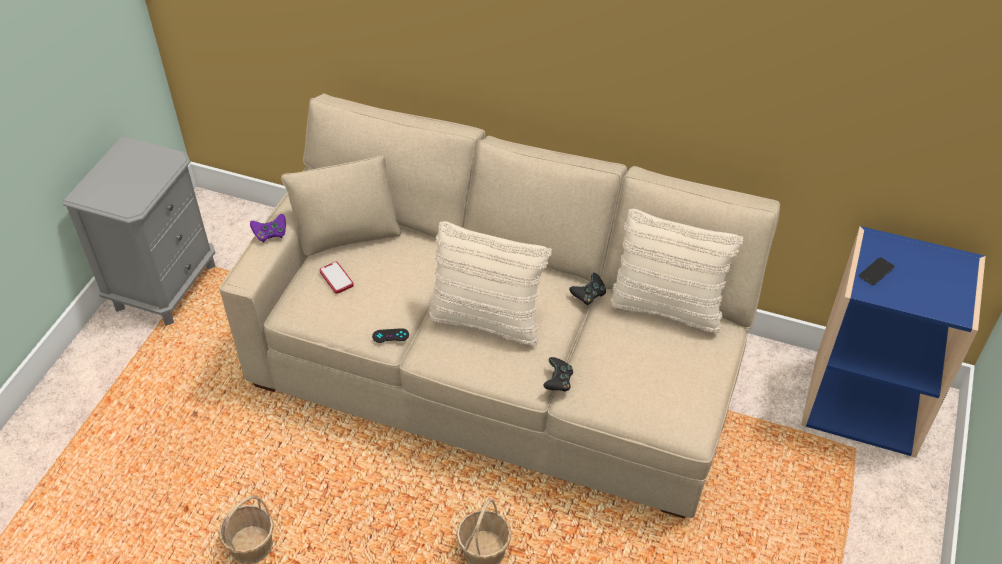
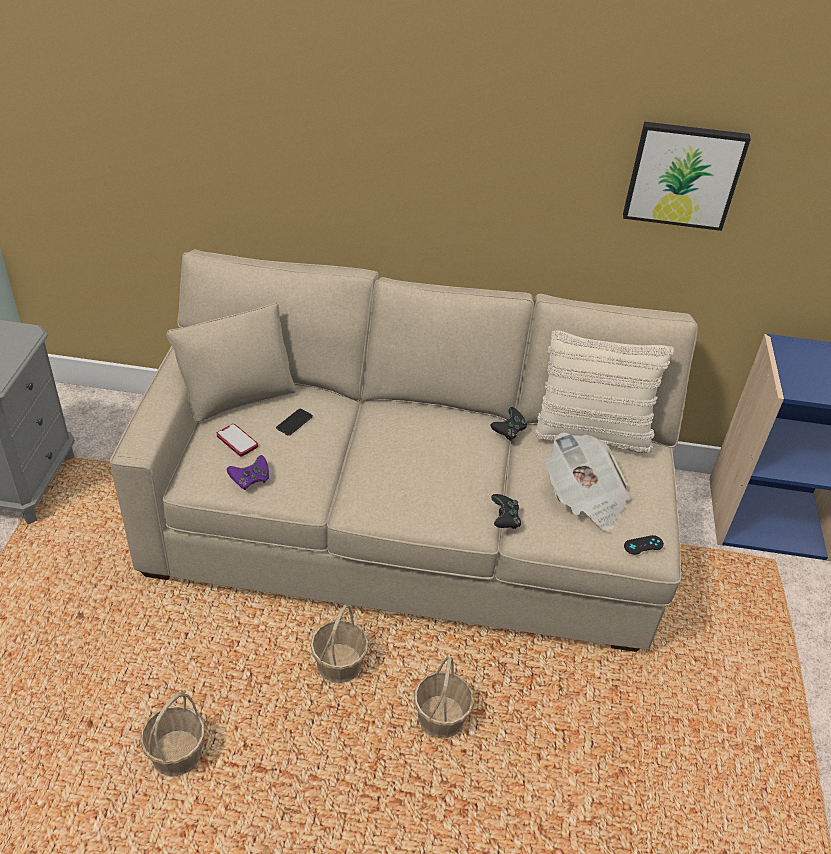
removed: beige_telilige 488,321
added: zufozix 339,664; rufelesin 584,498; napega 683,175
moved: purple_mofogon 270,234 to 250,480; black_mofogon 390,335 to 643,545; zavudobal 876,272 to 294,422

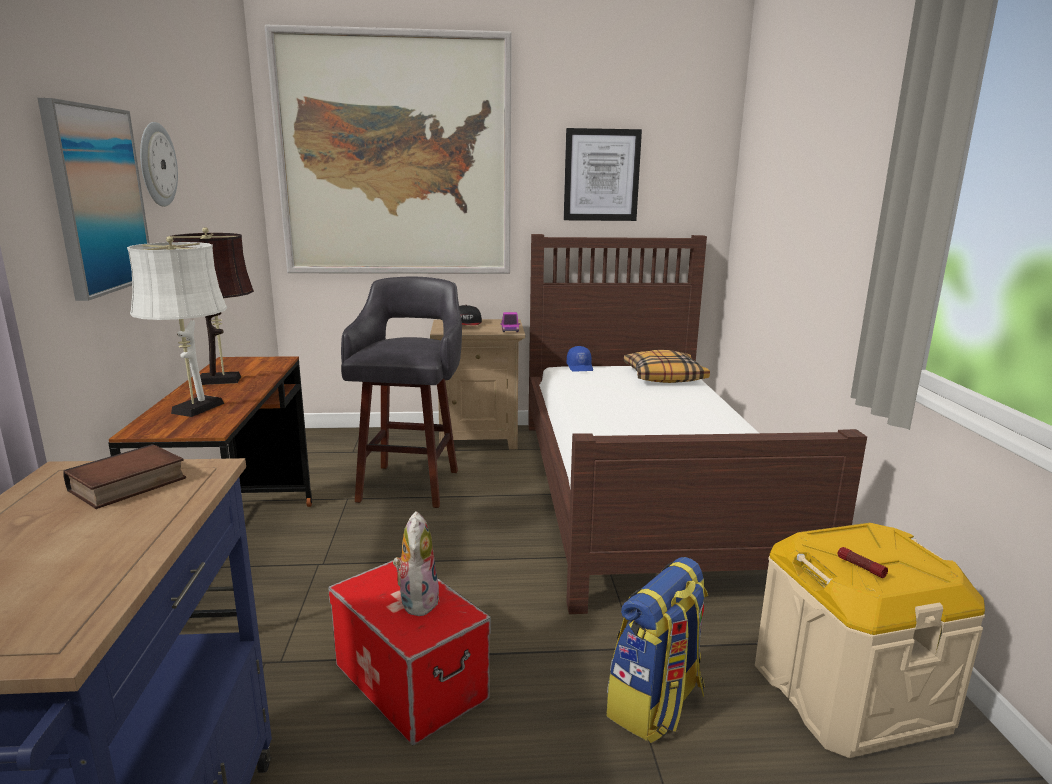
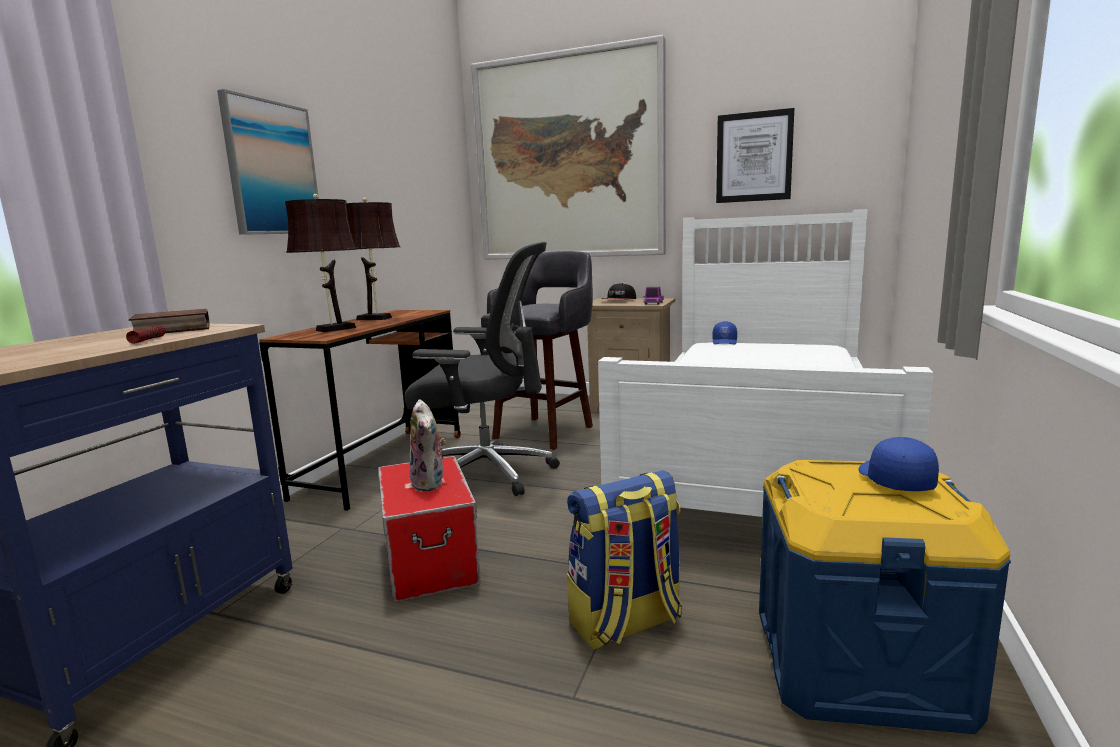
removed: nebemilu 156,164; telilige 664,376
added: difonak 485,474; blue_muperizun 893,480
moved: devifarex 860,567 to 148,340
recoloured: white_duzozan 194,410 to brown_duzozan 332,329; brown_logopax 643,492 to white_logopax 757,458; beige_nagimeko 849,694 to blue_nagimeko 858,663
turned: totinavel 417,600 = 430,483 135 degrees clockwise

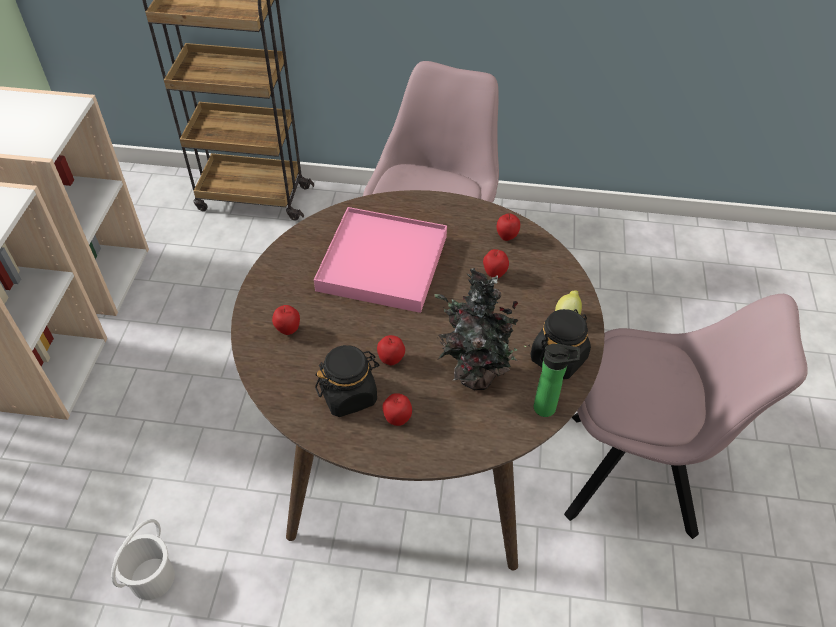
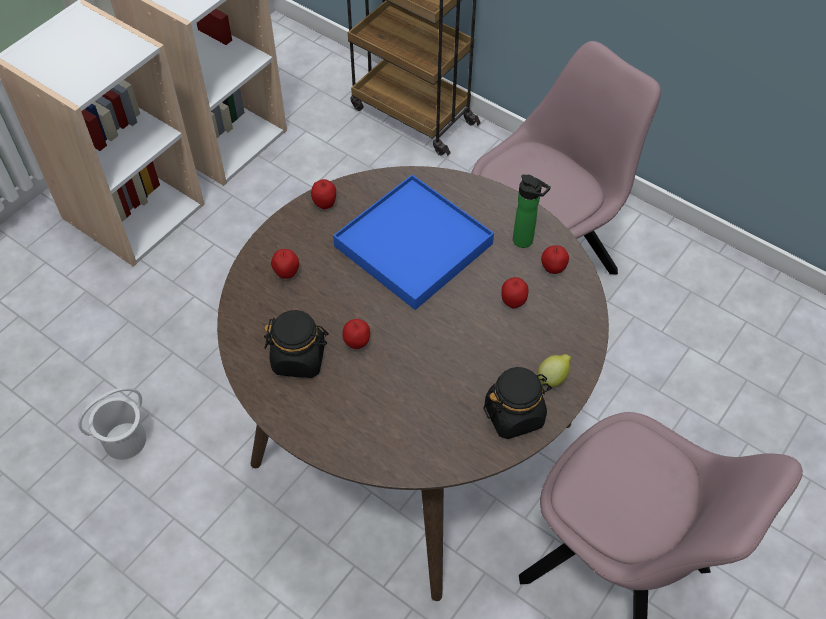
removed: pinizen 472,376
moved: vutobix 397,419 to 325,204; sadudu 548,408 to 525,242
recoloured: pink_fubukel 382,263 to blue_fubukel 413,245

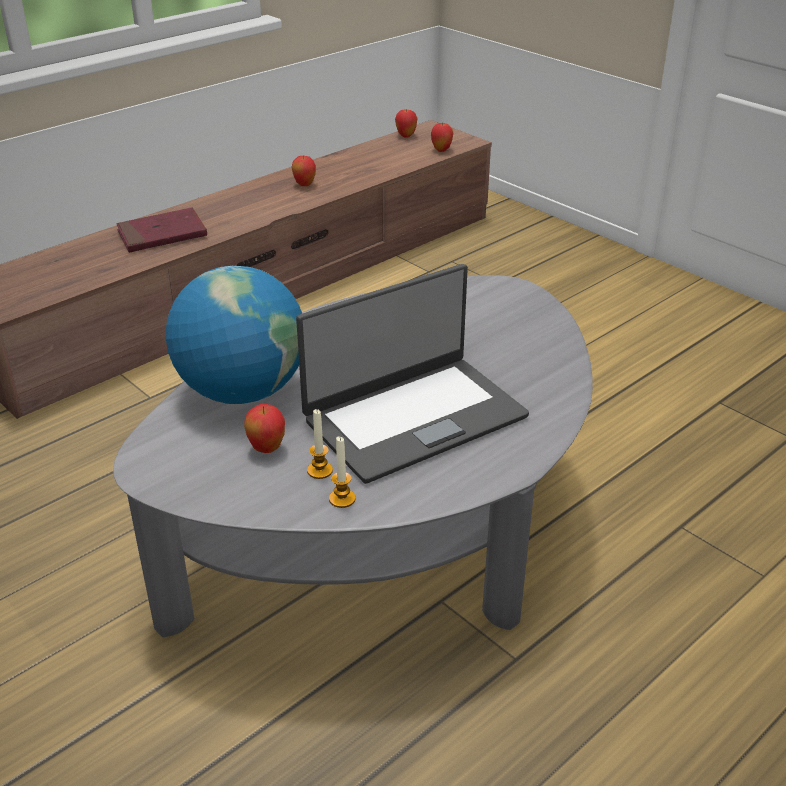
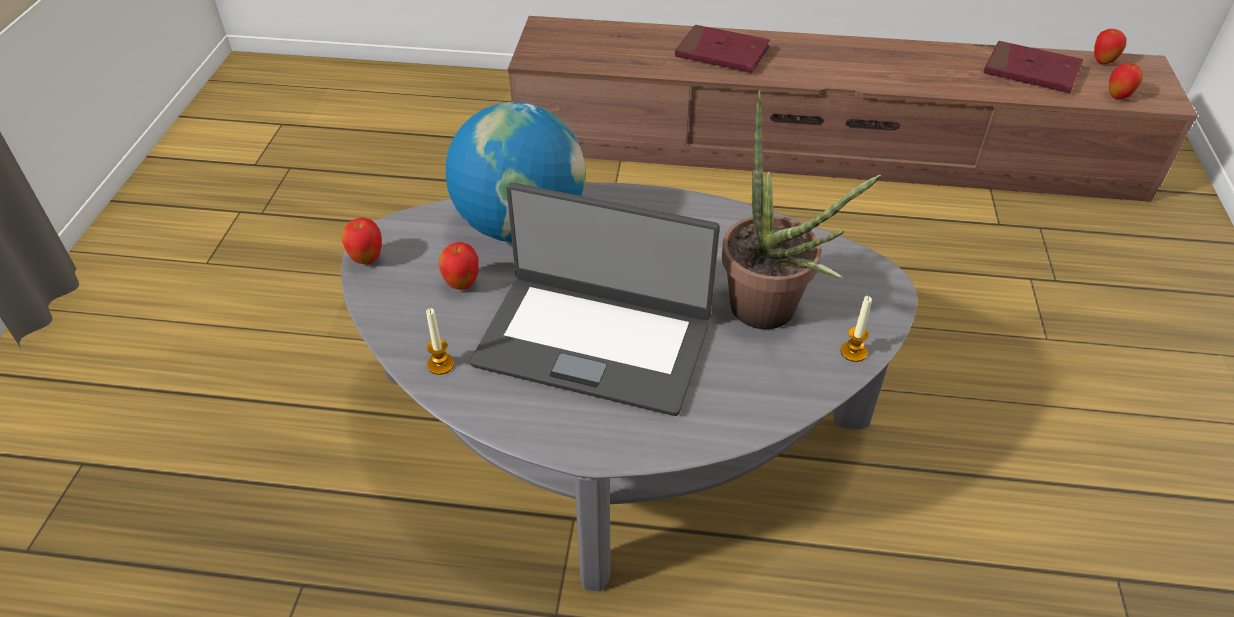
added: pinizen 770,317; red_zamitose 1031,71
moved: vutobix 304,185 to 367,259; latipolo 320,470 to 853,352

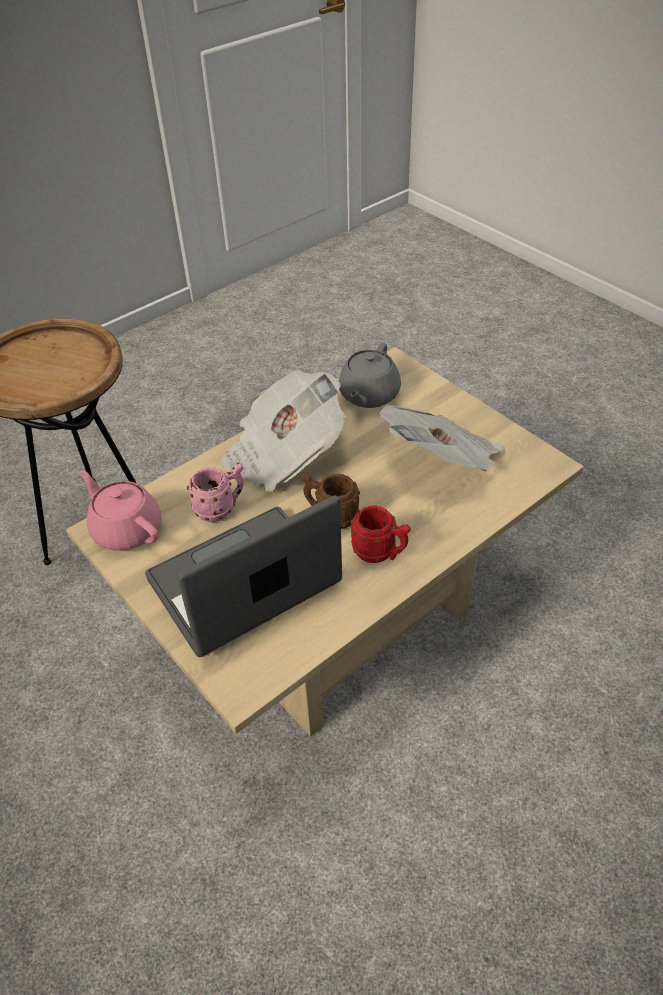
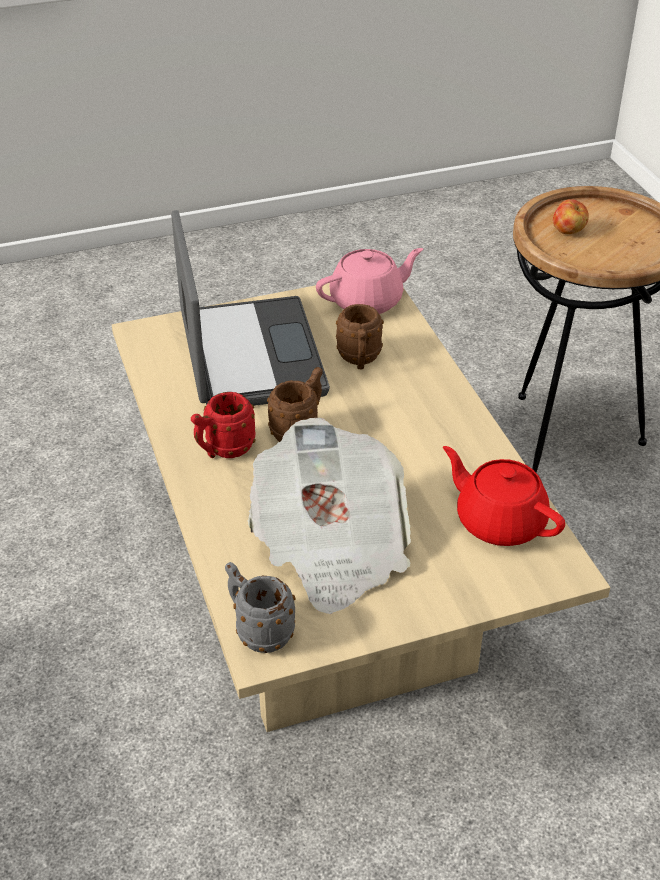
removed: rufelesin 283,454
added: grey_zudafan 258,630; vutobix 568,232
recoloured: pink_zudafan 221,509 to brown_zudafan 359,360; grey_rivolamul 368,395 to red_rivolamul 499,521

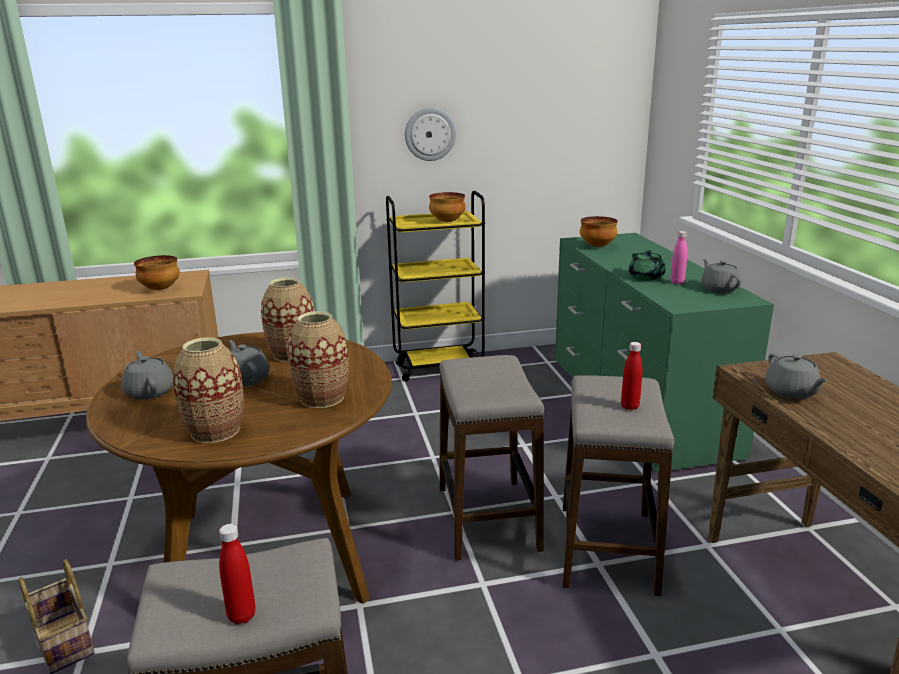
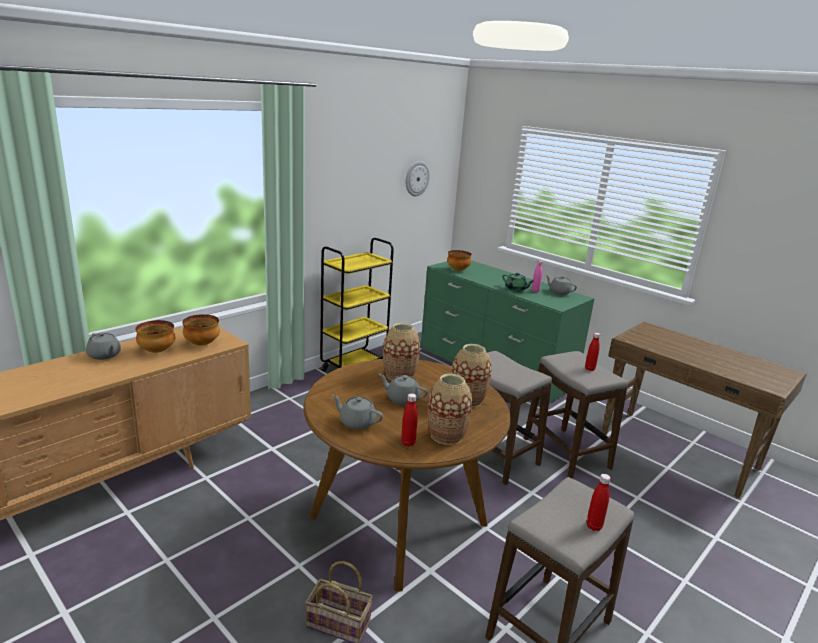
added: red_sadudu 408,443
moved: nebemilu 430,134 to 416,178; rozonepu 447,221 to 156,351; grey_rivolamul 791,392 to 104,355

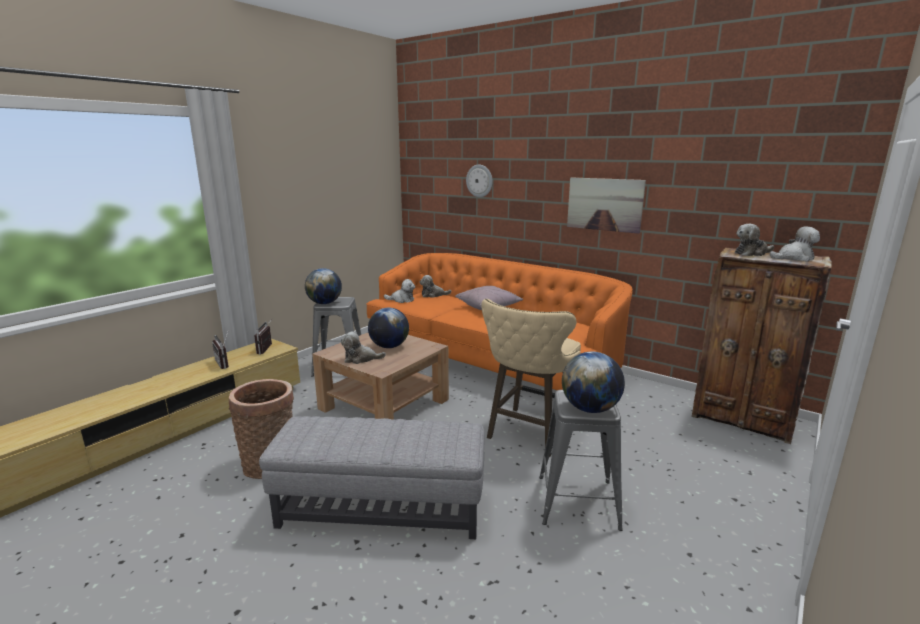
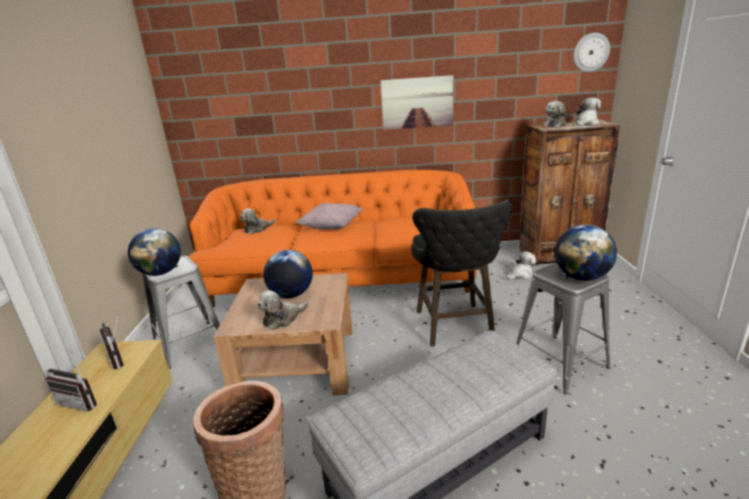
moved: totinavel 401,300 to 521,275; nebemilu 479,181 to 591,52
recoloured: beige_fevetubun 528,433 to black_fevetubun 455,327

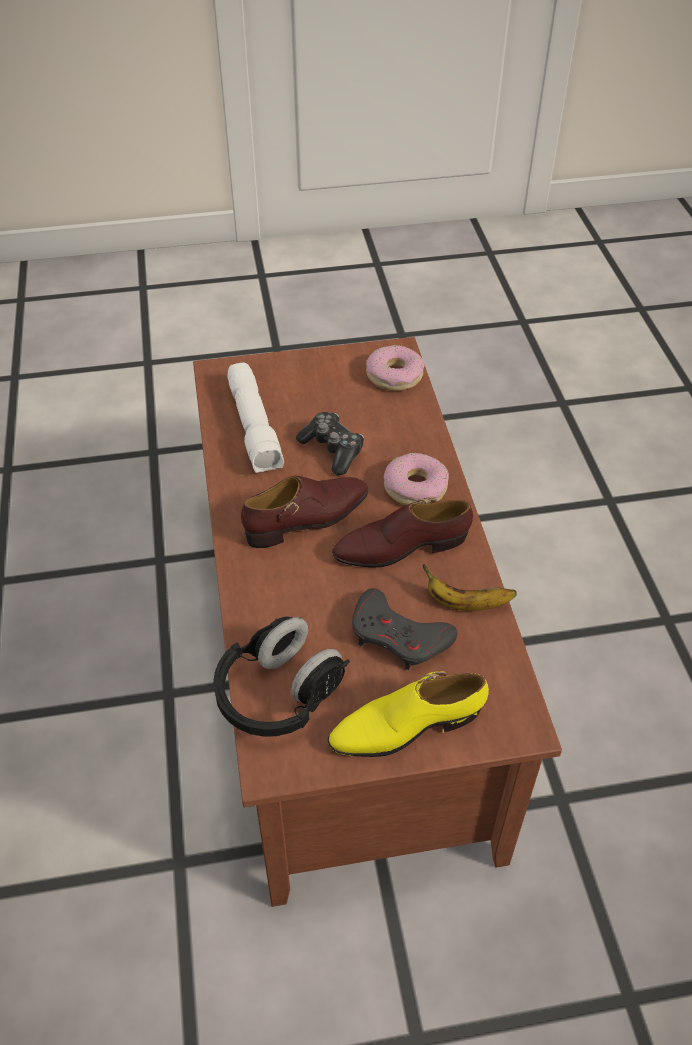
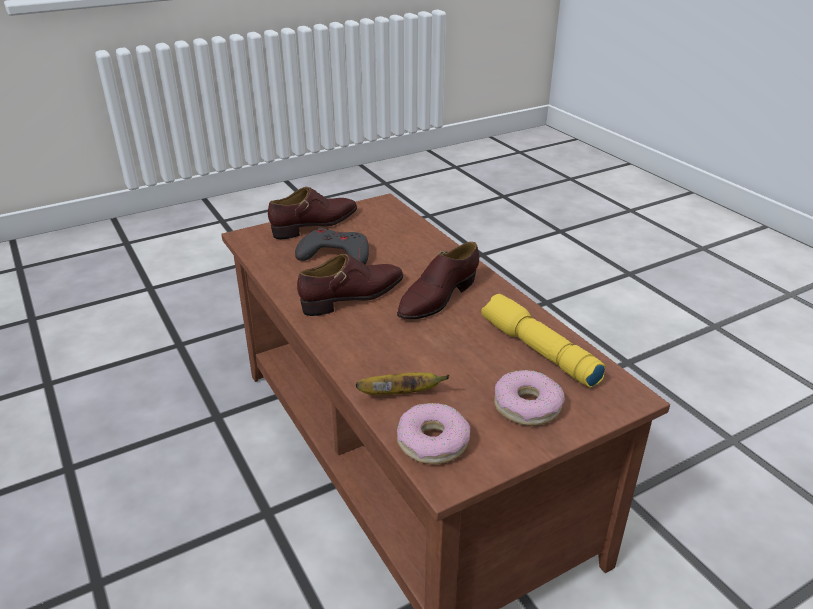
removed: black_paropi 279,694; mofogon 332,449
moved: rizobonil 415,487 to 527,406; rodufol 465,603 to 401,394
recoloured: white_devifarex 255,428 to yellow_devifarex 537,351; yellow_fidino 406,726 to brown_fidino 315,224

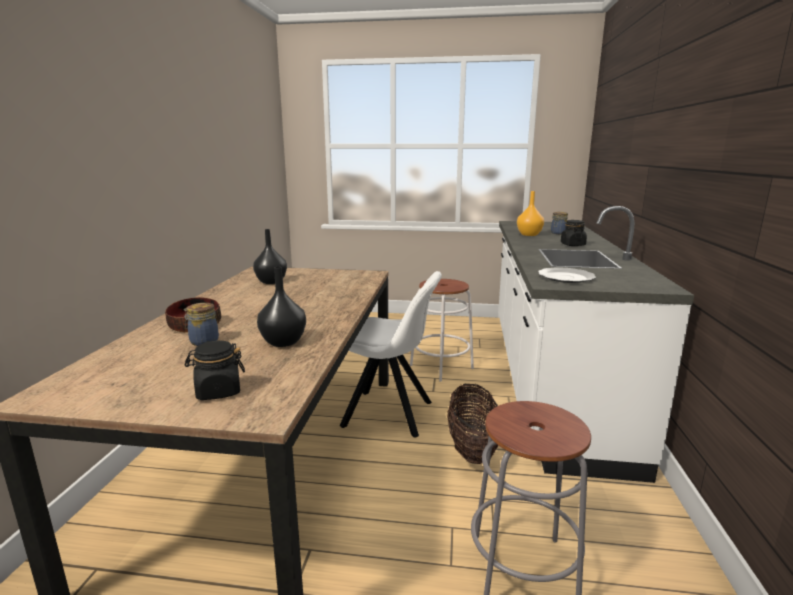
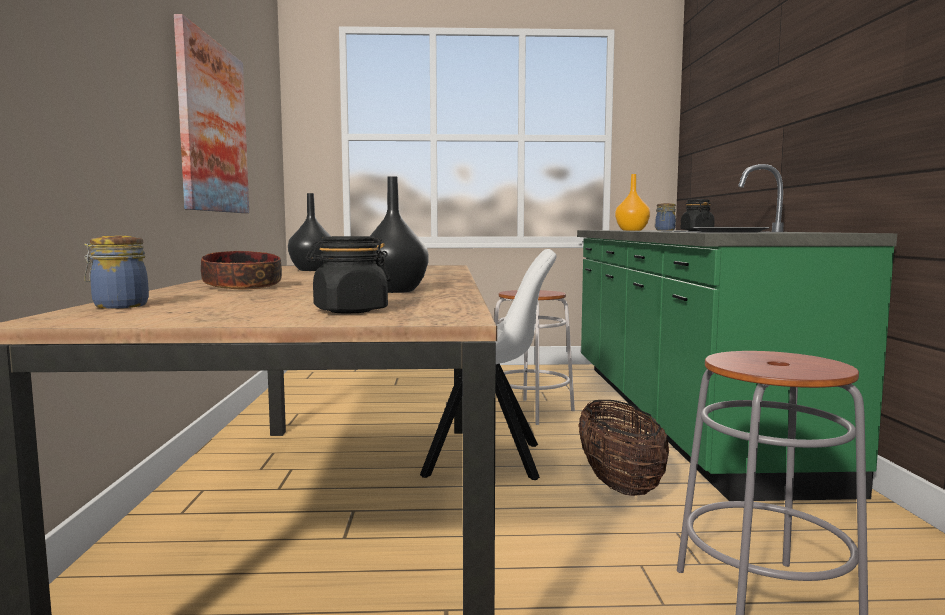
added: napega 212,127
moved: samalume 203,341 to 118,306
recoloured: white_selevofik 549,378 to green_selevofik 677,414

